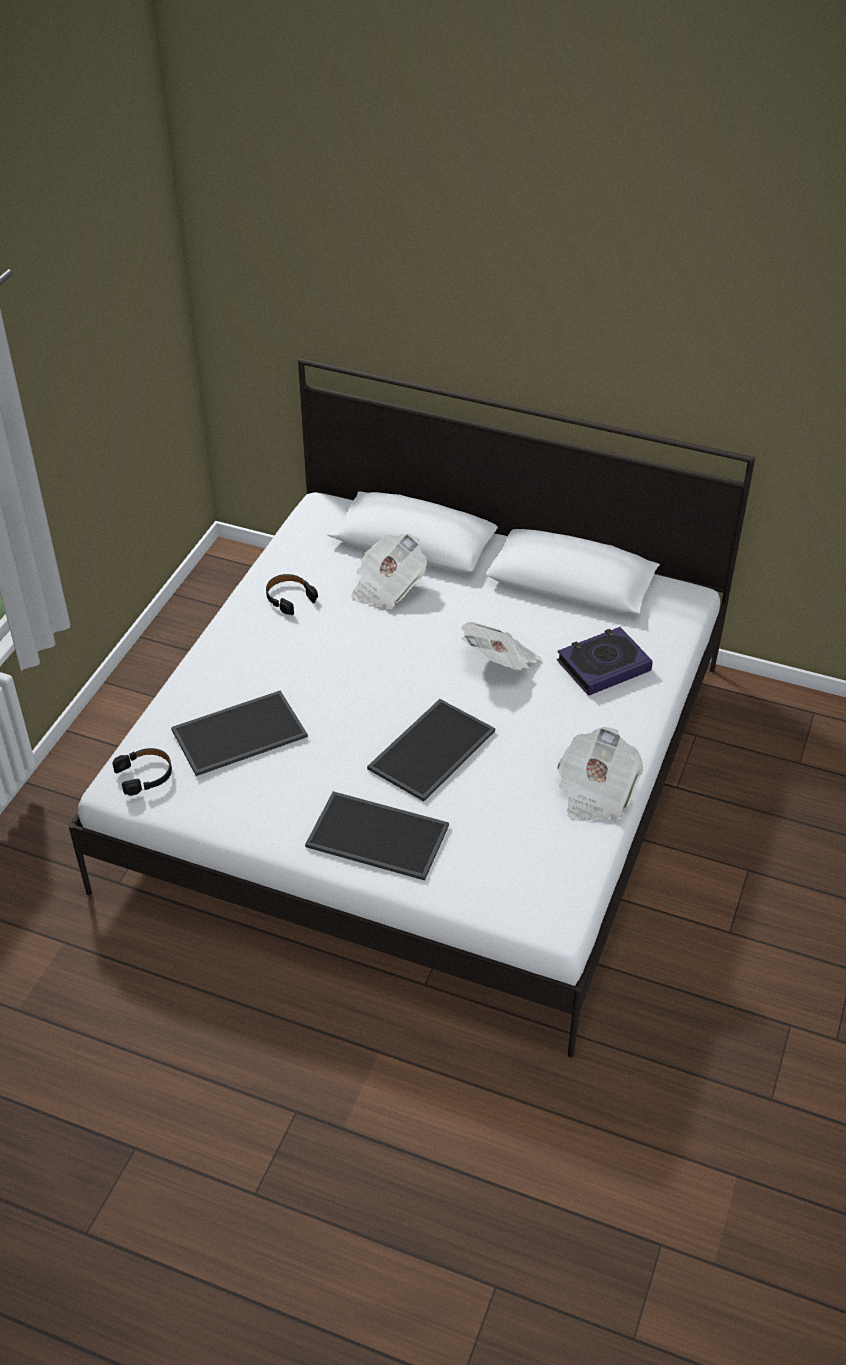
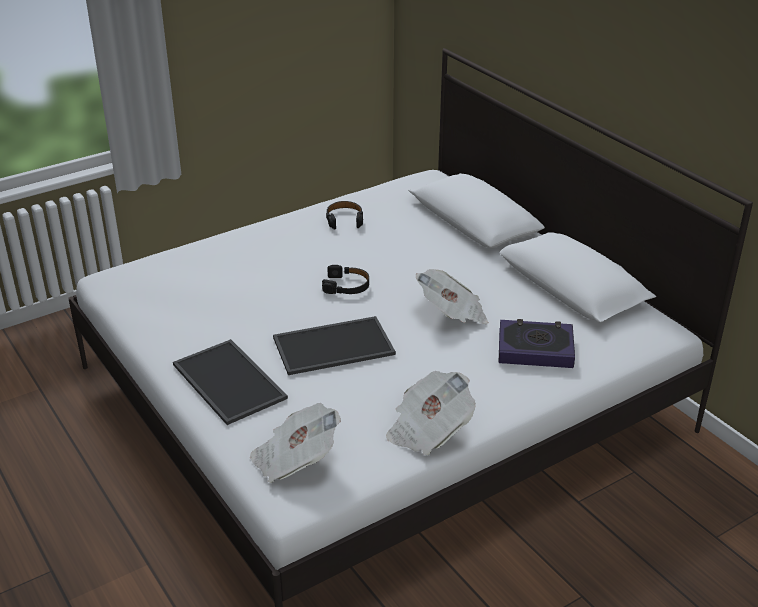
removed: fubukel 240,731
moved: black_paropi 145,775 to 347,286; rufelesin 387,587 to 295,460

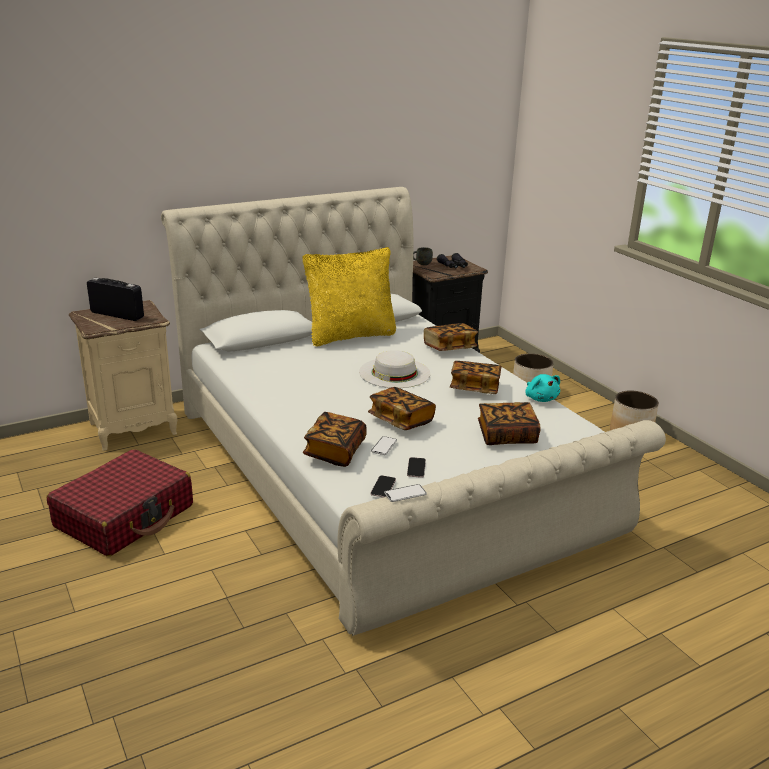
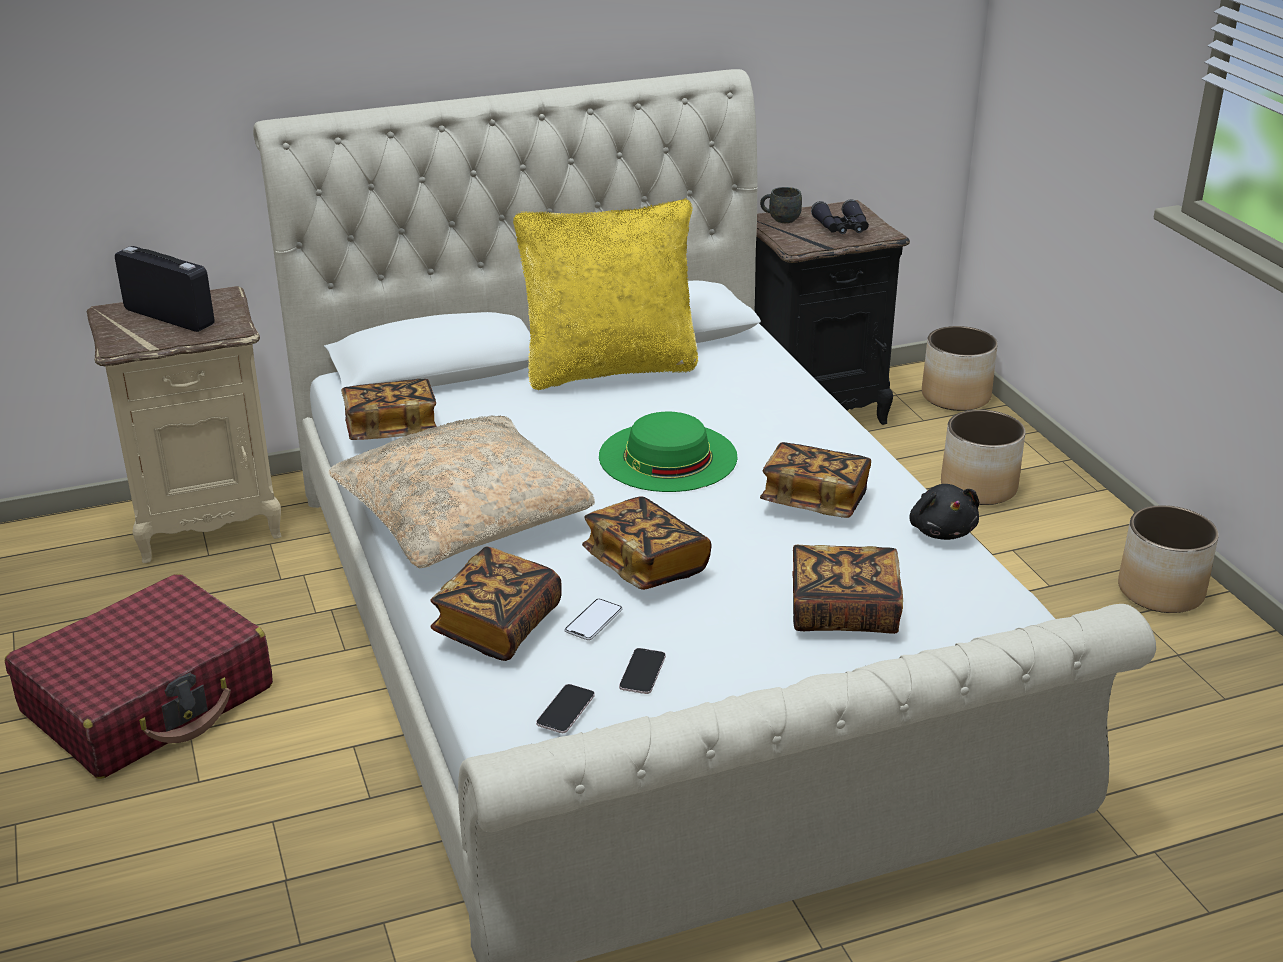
removed: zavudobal 405,494
added: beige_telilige 465,514; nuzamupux 955,396
moved: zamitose 449,348 to 391,430
recoloured: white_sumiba 394,372 to green_sumiba 667,456; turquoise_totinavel 541,398 to black_totinavel 941,530

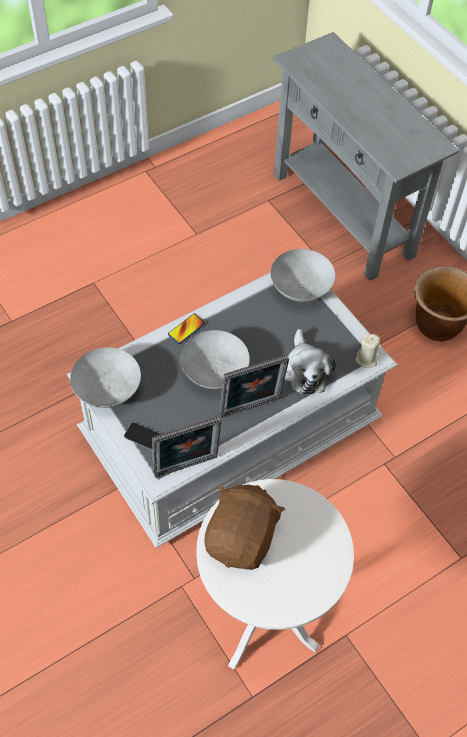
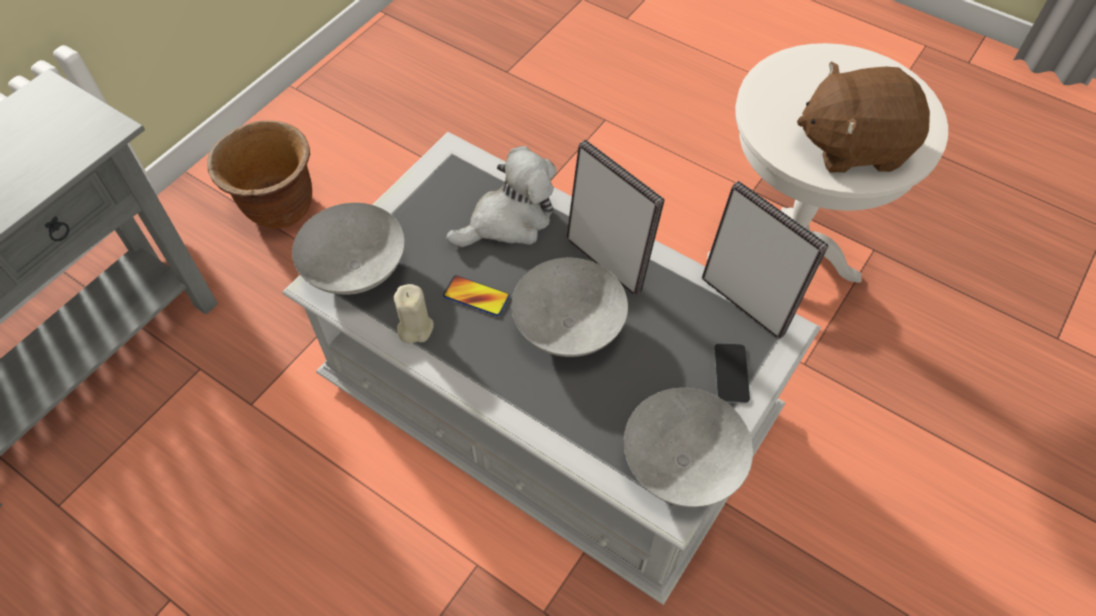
moved: zavudobal 186,329 to 476,296; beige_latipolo 366,359 to 415,328

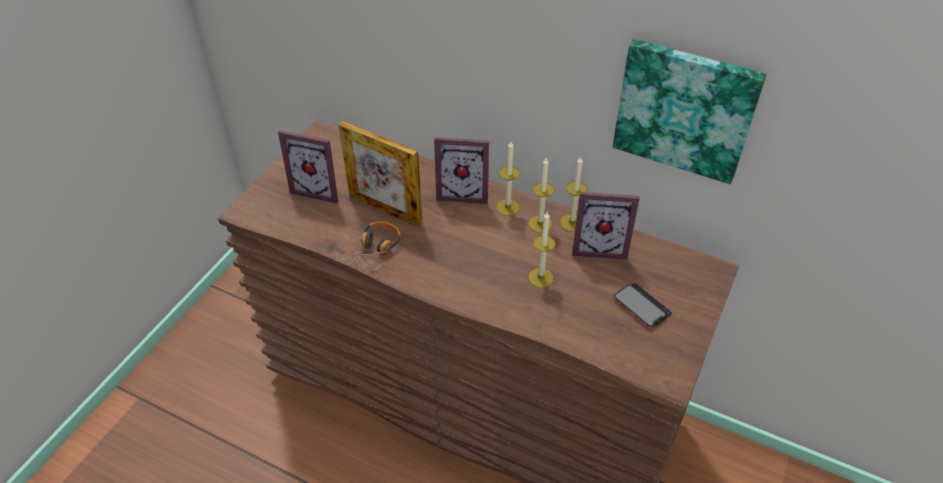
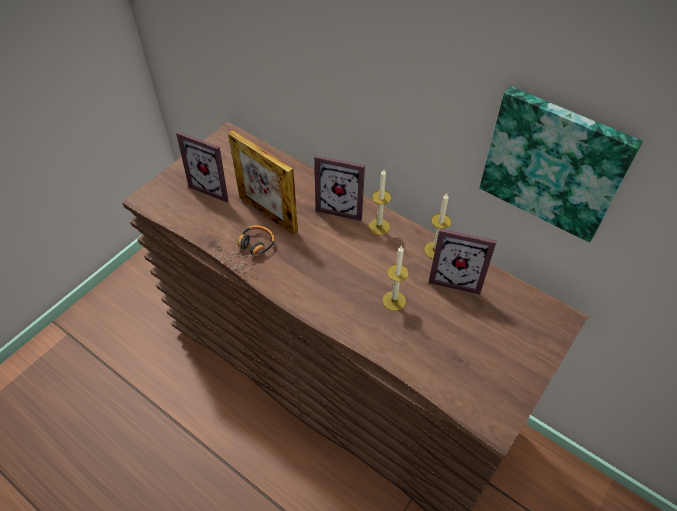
removed: latipolo 540,224; zavudobal 642,306

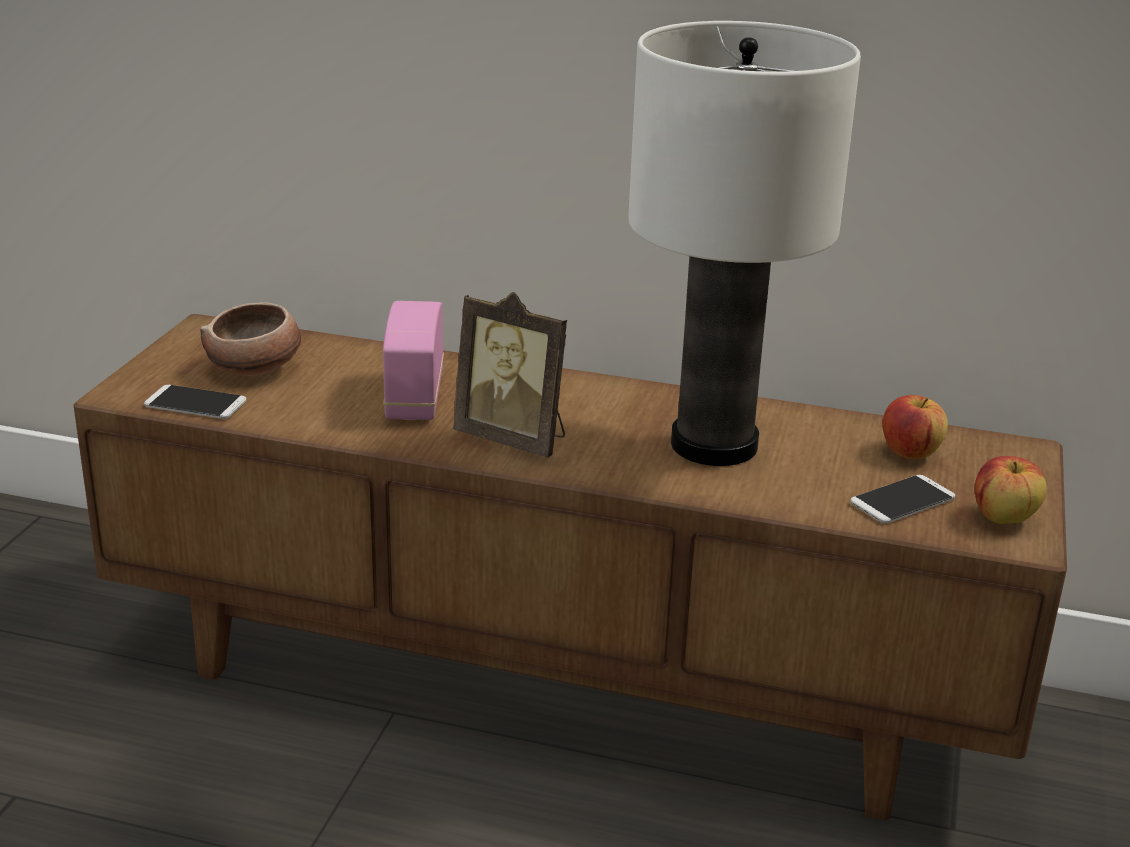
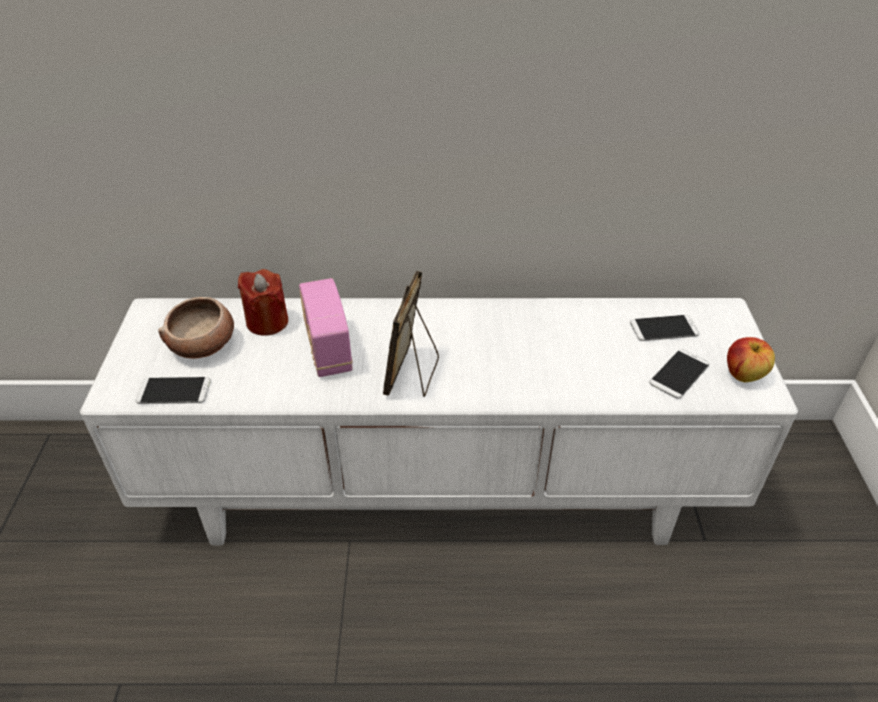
removed: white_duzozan 714,446
added: red_latipolo 267,322
replaced: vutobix 910,452 to zavudobal 663,329
recoloured: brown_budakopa 561,671 to white_budakopa 441,480
turned: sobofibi 514,439 = 413,375 90 degrees clockwise

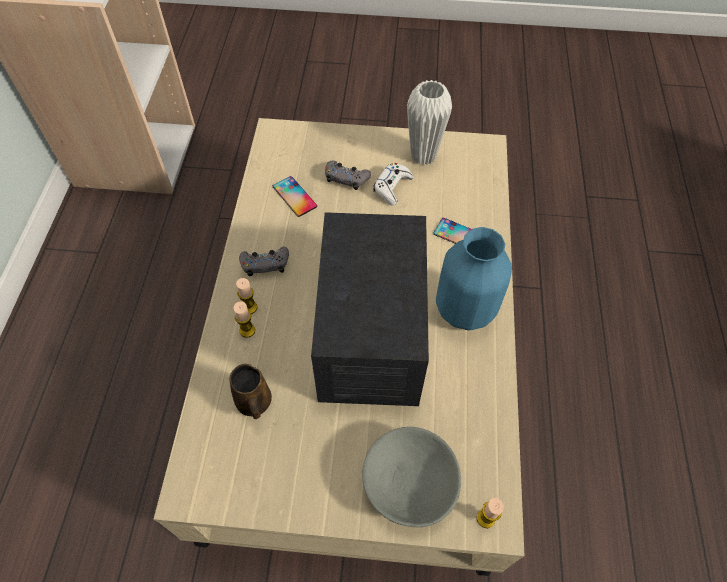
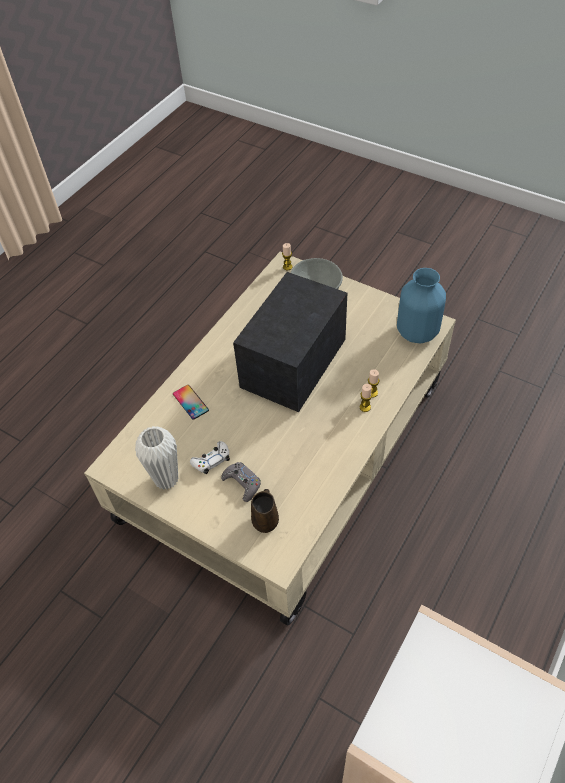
removed: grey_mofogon 265,264; zavudobal 294,196
moved: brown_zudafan 254,404 to 266,520; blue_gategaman 465,310 to 417,331

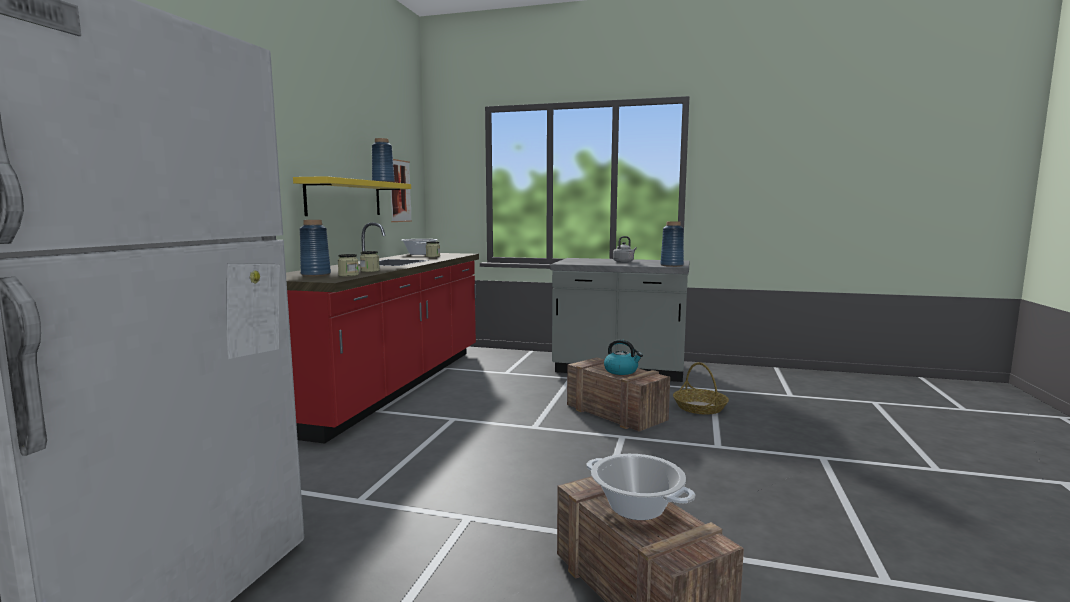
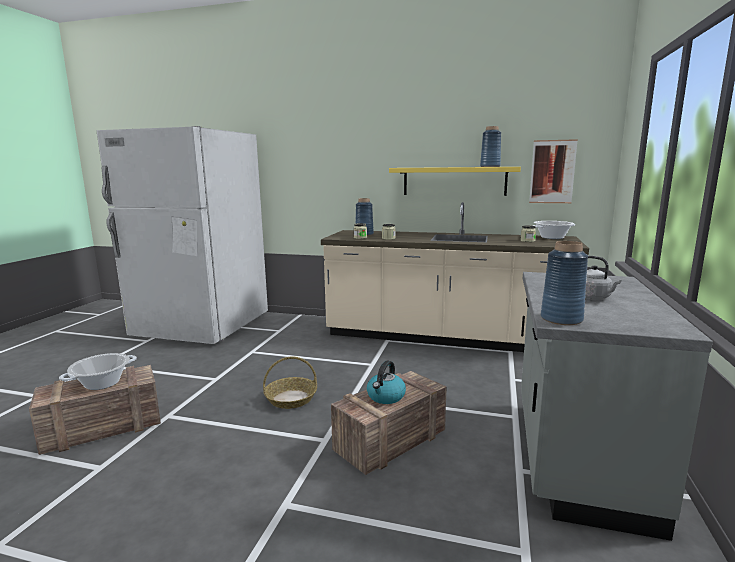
moved: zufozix 699,407 to 291,398
recoloured: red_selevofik 391,386 to beige_selevofik 445,338

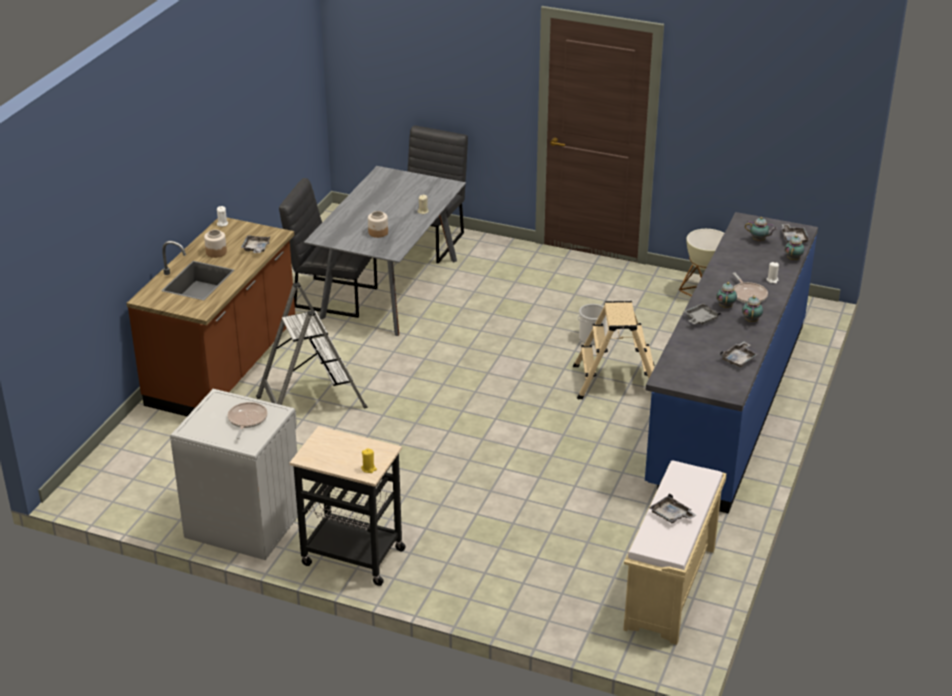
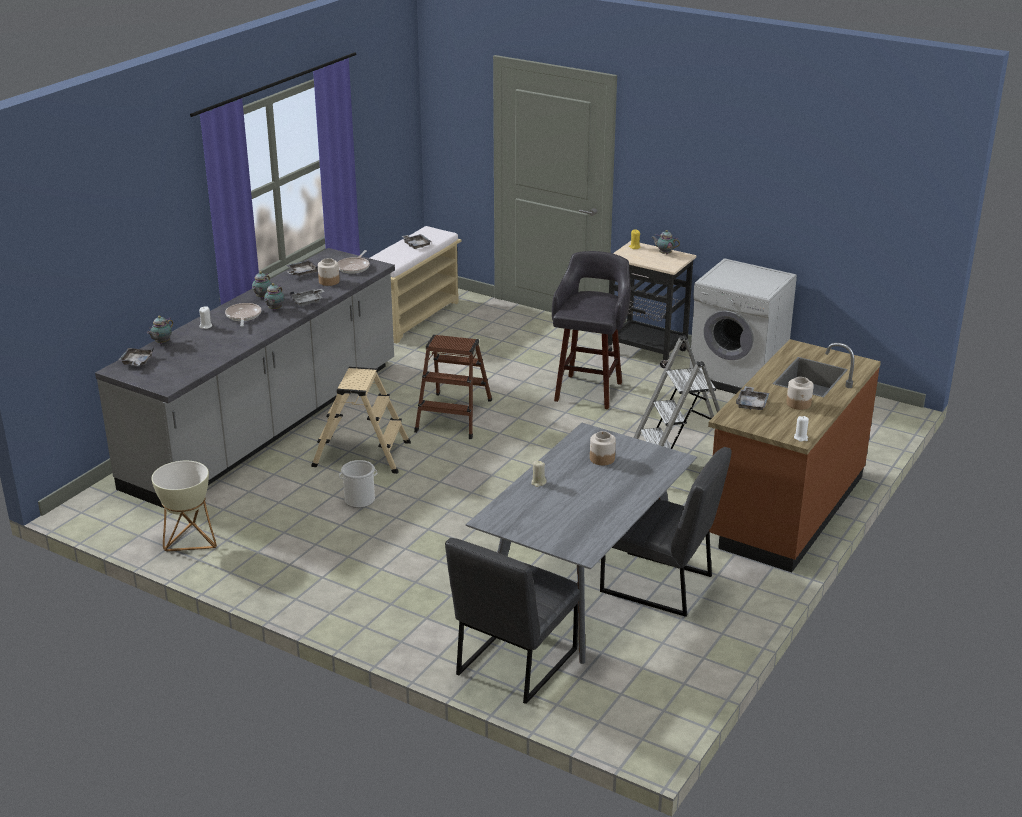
added: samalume 329,281; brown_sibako 453,415; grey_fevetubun 589,390
moved: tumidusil 247,420 to 354,267; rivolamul 759,240 to 664,253
recoloured: blue_selevofik 726,403 to grey_selevofik 267,425

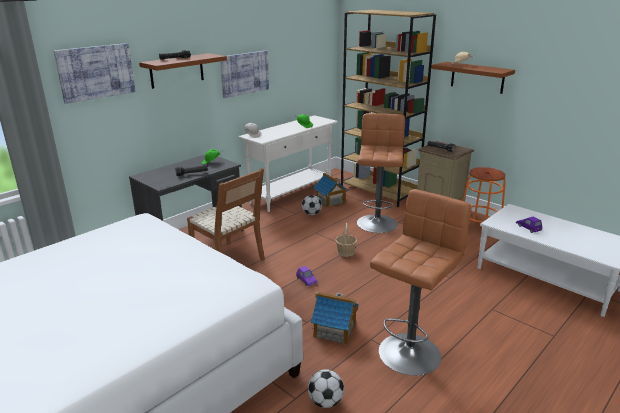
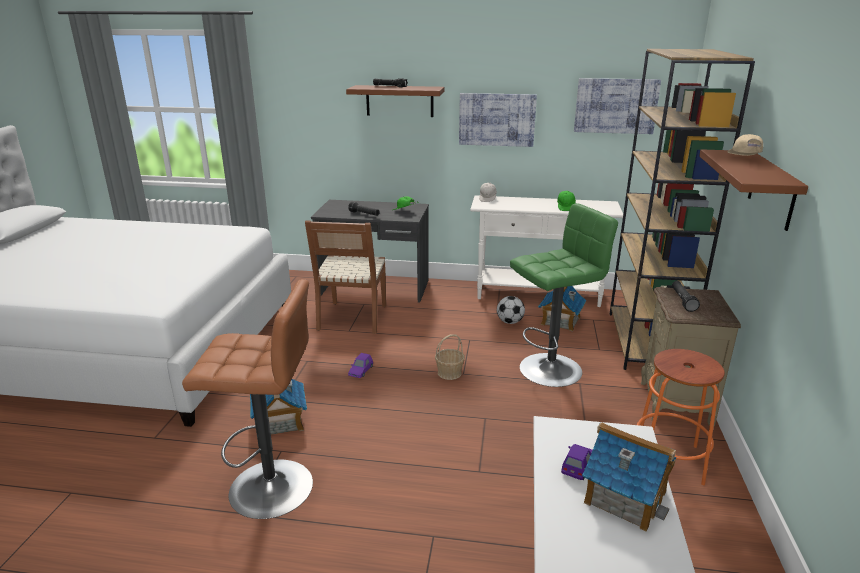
removed: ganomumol 325,401
added: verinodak 624,497
moved: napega 96,72 to 616,106
recoloured: brown_fevetubun 377,223 to green_fevetubun 551,370

